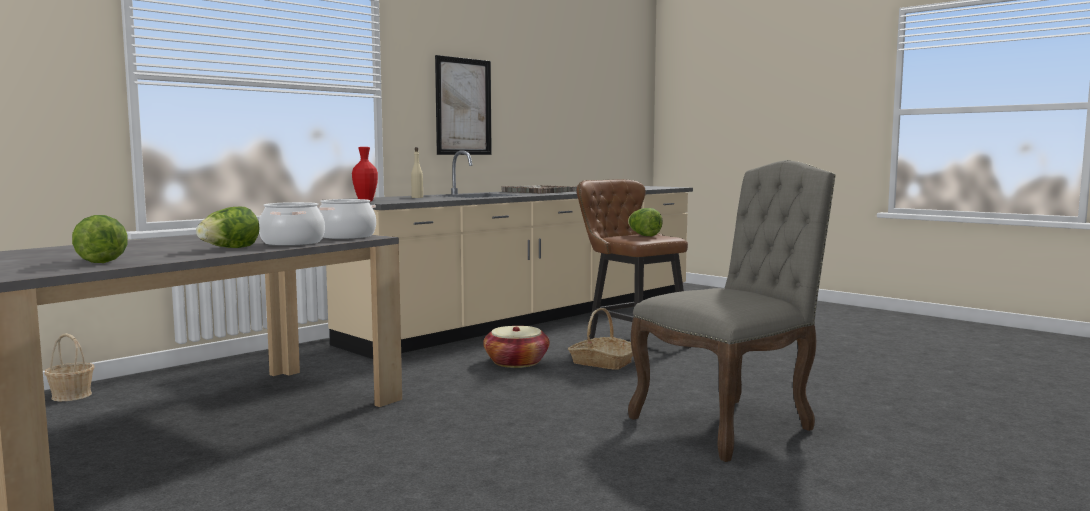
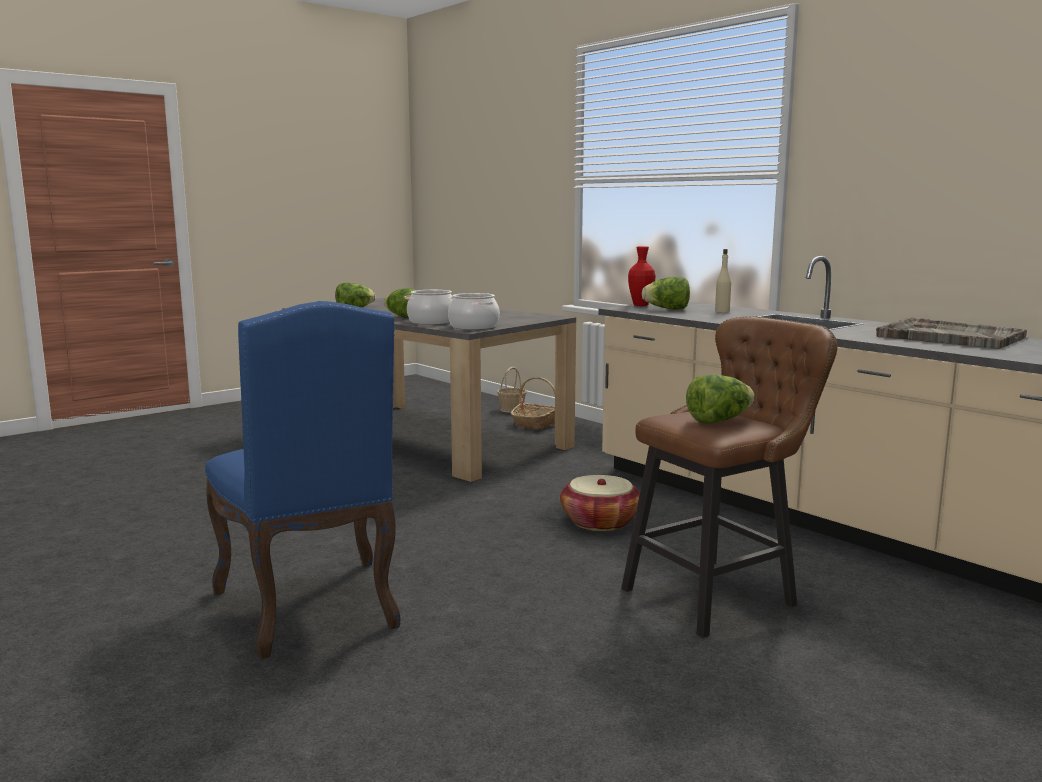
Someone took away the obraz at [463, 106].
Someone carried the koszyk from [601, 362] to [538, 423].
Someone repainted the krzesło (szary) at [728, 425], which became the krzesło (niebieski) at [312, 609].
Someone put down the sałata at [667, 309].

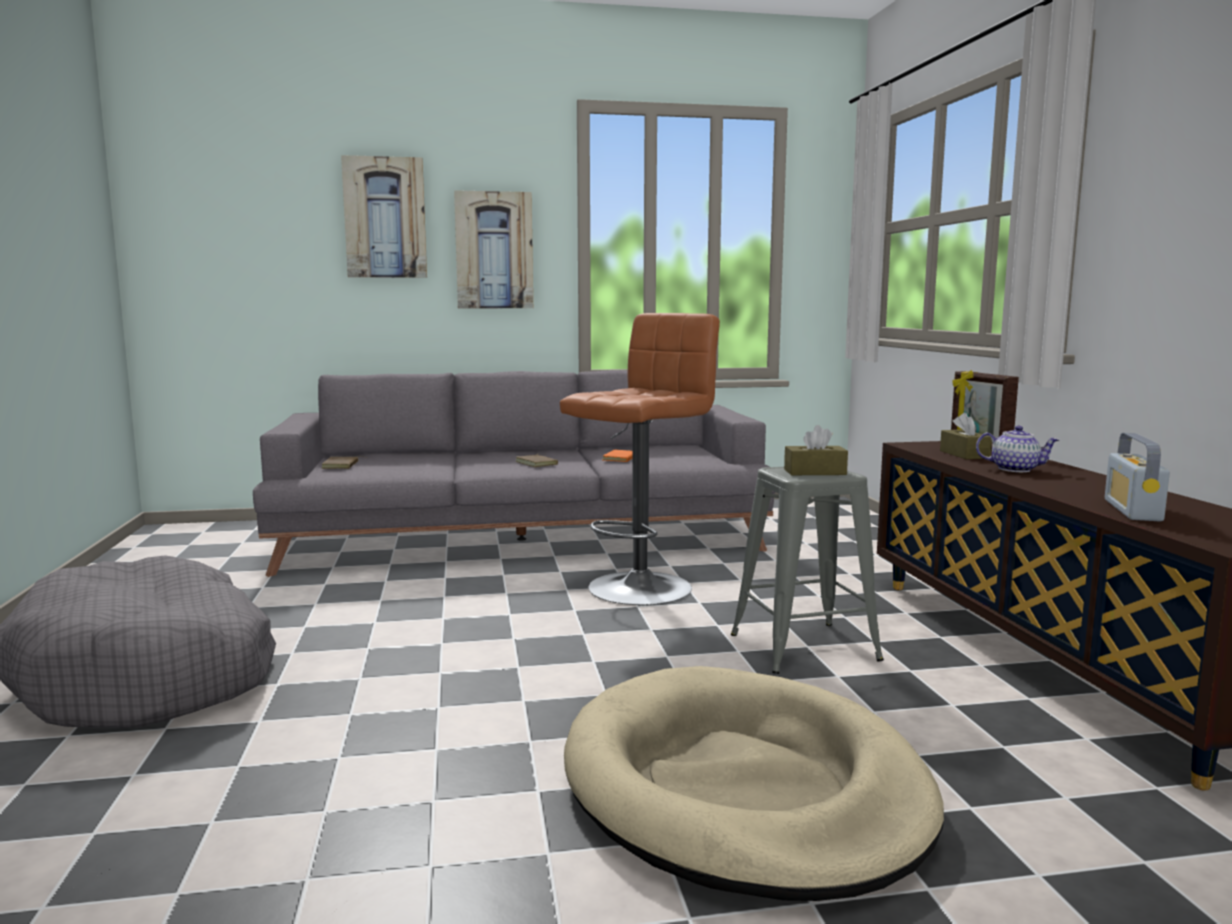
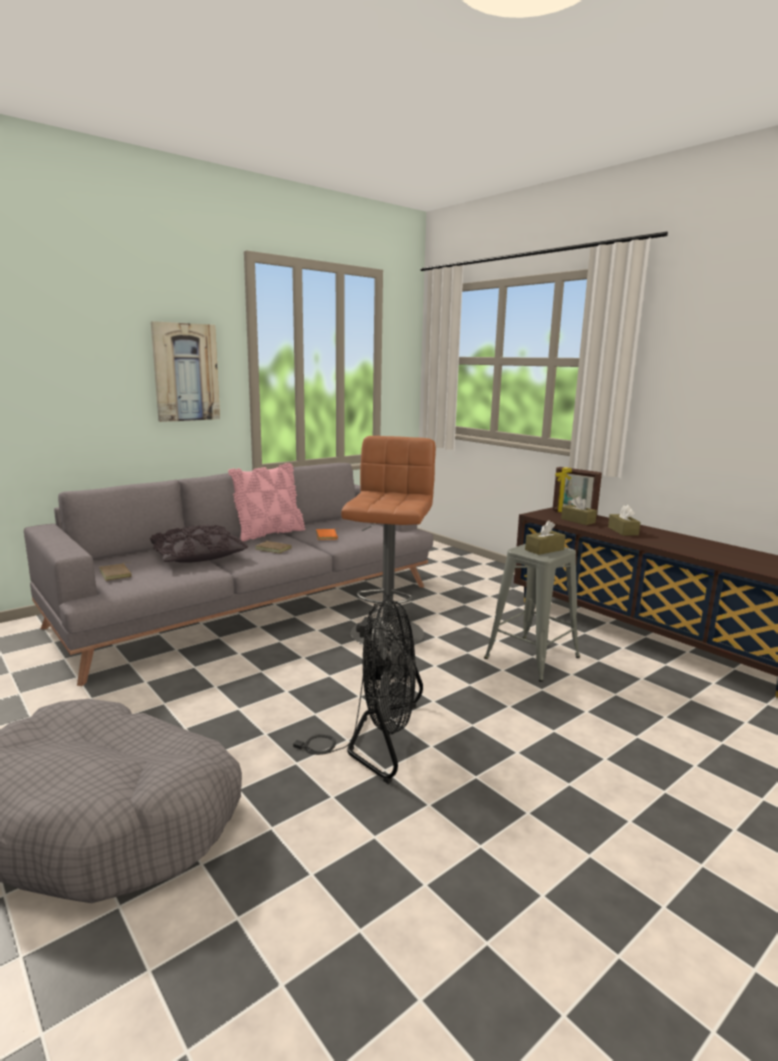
Someone took away the obraz at [385, 218].
Someone took away the legowisko (beżowy) at [743, 788].
Someone swapped the imbryk at [1015, 469] for the pudełko chusteczek (brązowy) at [623, 531].
Someone took away the radio at [1132, 510].
Someone put down the poduszka (czarny) at [196, 555].
Someone put down the poduszka (różowy) at [269, 534].
Someone put down the wentylator (czarny) at [374, 739].

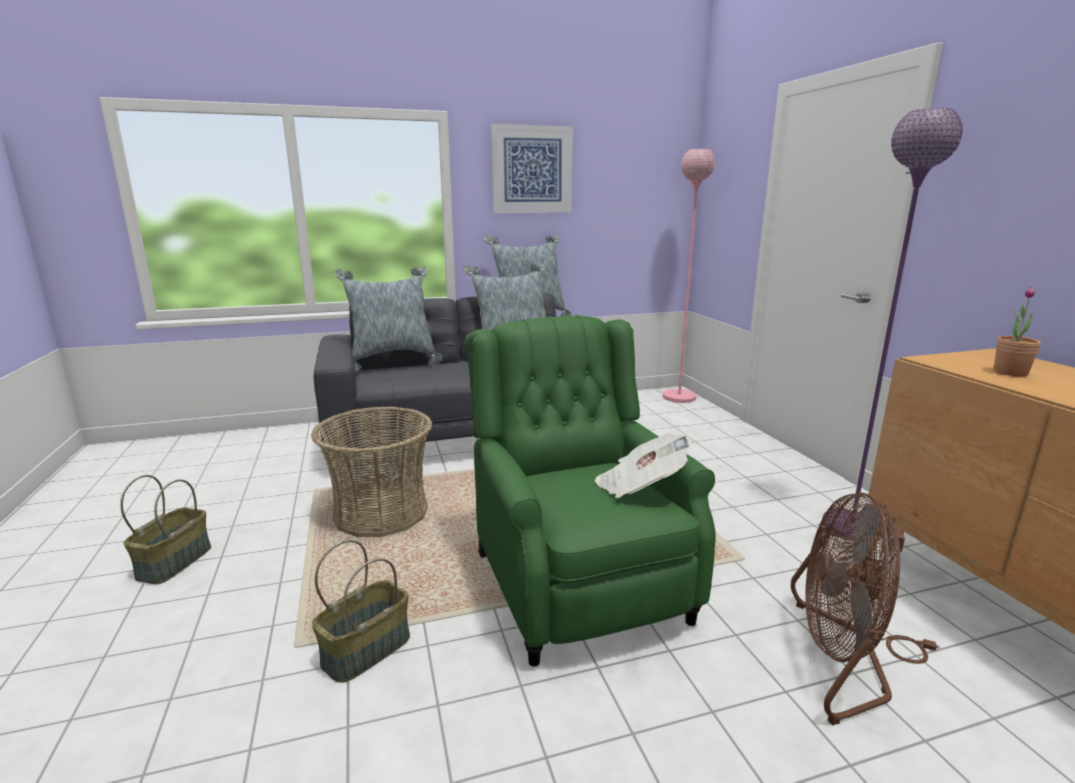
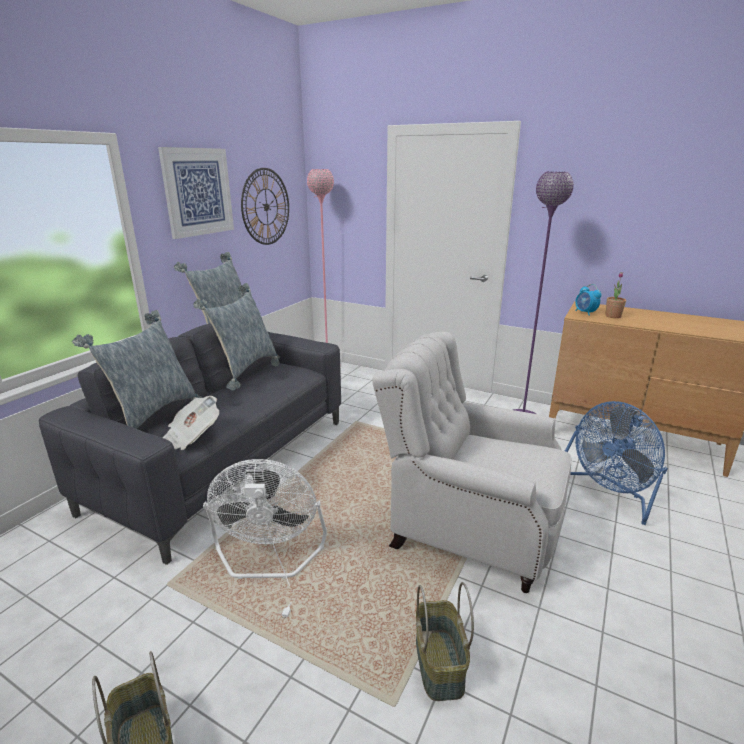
Someone swapped the koszyk at [381, 514] for the wentylator (biały) at [270, 565].
Someone repainted the fotel (zielony) at [577, 583], which became the fotel (biały) at [469, 528].
Someone carried the gazeta from [640, 486] to [191, 437].
Someone repainted the wentylator (brązowy) at [848, 658], which became the wentylator (niebieski) at [609, 490].
Someone put up the zegar ścienny at [266, 207].
Someone put down the budzik at [585, 313].

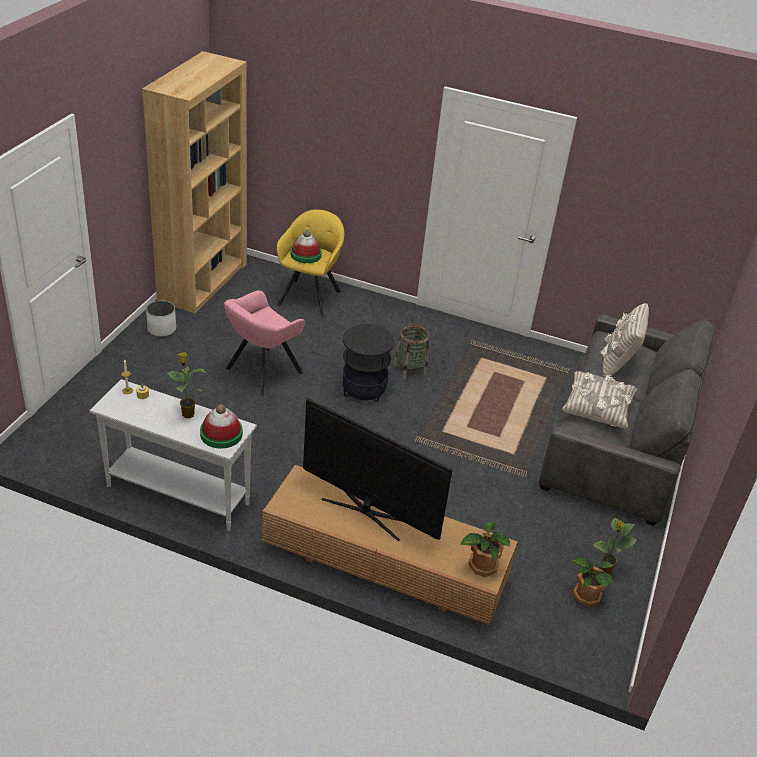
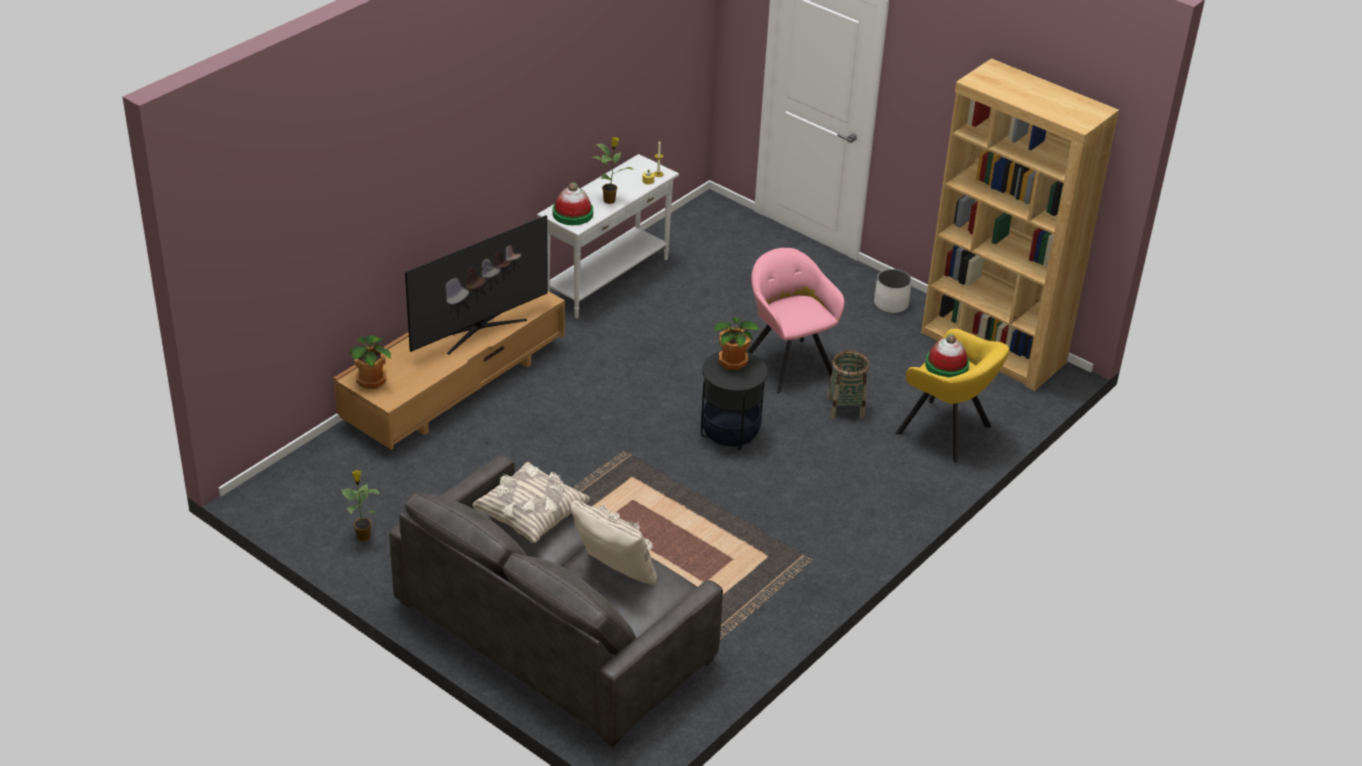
Someone carried the koszyk from [410, 370] to [845, 408].
Someone carried the roślina doniczkowa from [586, 595] to [734, 362].

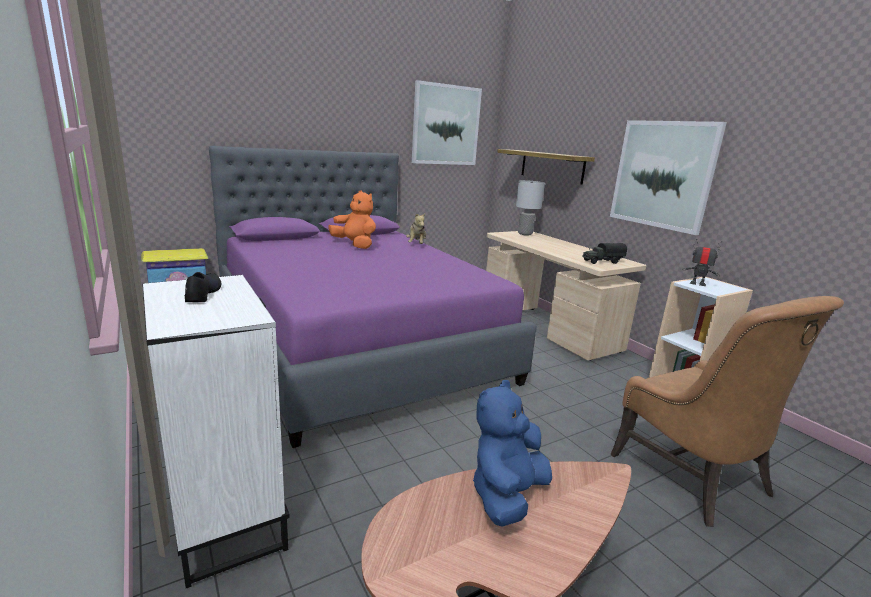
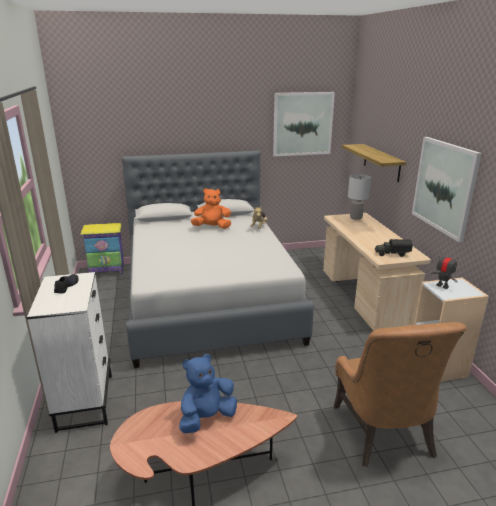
Someone repainted the łóżko (fioletowy) at [357, 343], which became the łóżko (szary) at [209, 298].
Someone rotated the pluszak (pomarańczowy) at [355, 245] by 60 degrees counterclockwise.

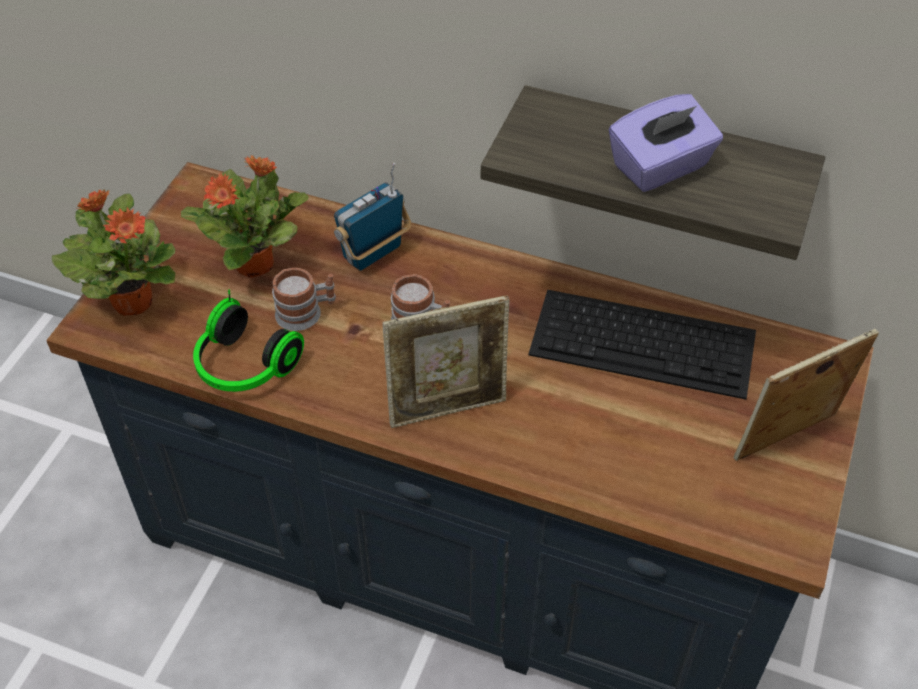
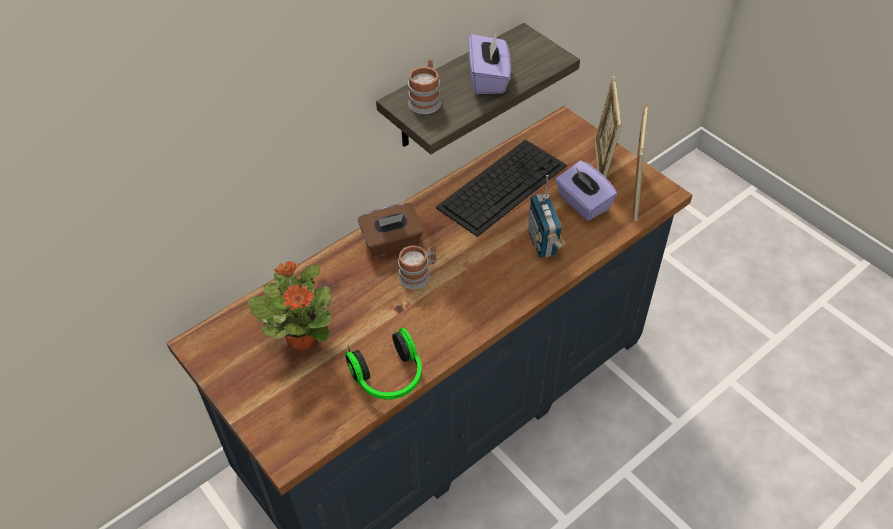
Someone took away the roślina doniczkowa at [132, 301].
Someone carried the kubek from [306, 313] to [426, 100].
Someone carried the radio from [373, 253] to [543, 243].
Someone carried the ramka na zdjęcie from [448, 408] to [634, 195].
Someone put down the pudełko chusteczek (brązowy) at [392, 243].
Someone put down the pudełko chusteczek (fioletowy) at [583, 203].

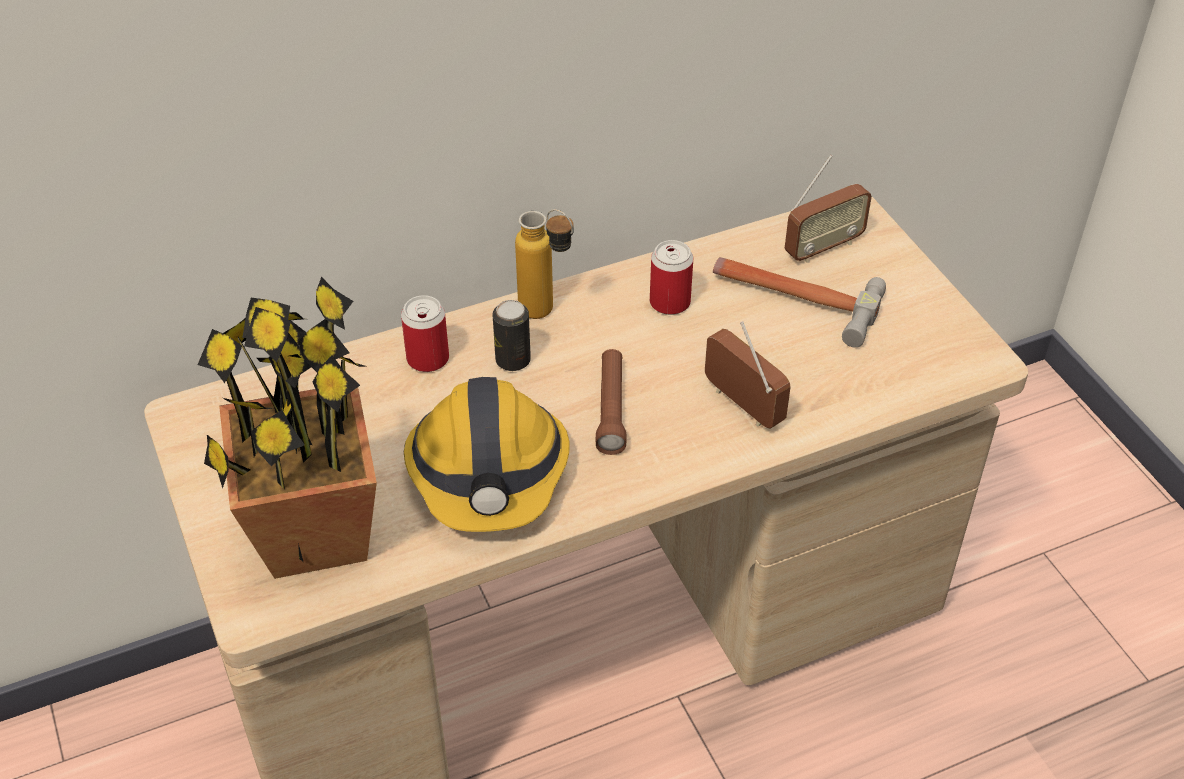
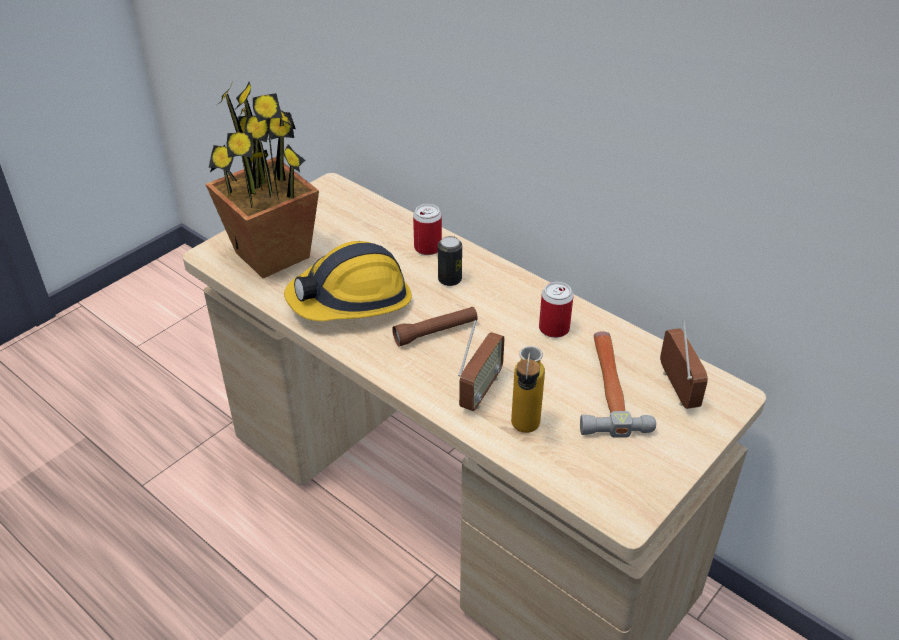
Someone carried the butelka from [547, 314] to [524, 432].
Someone rotated the radio at [823, 248] by 135 degrees counterclockwise.

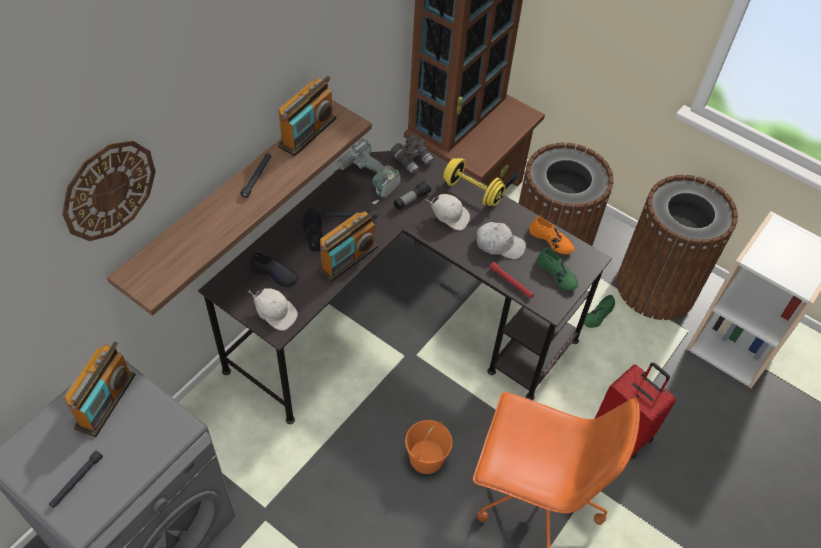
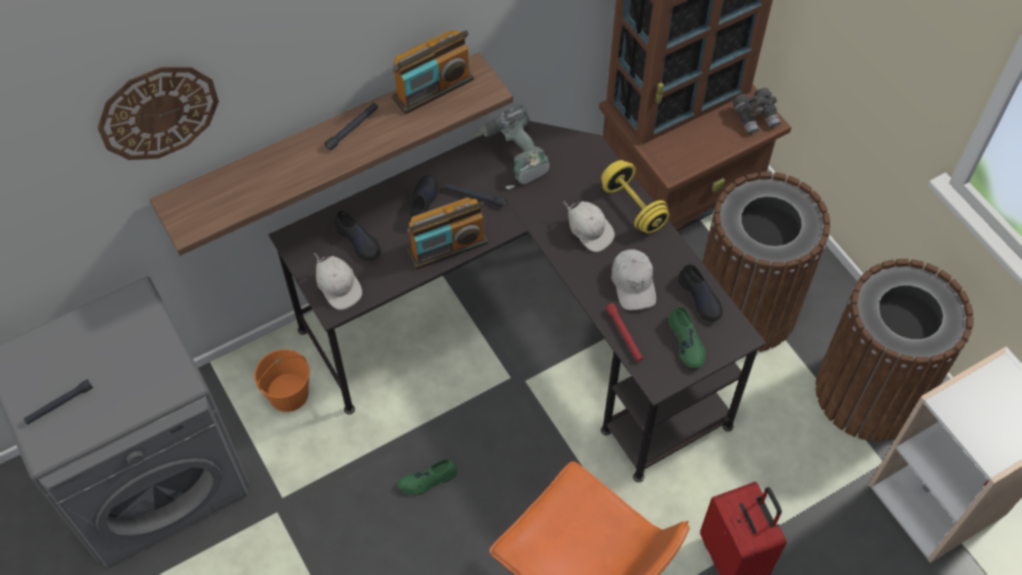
Someone took away the radio at [106, 401].
Someone carried the lornetka (szary) from [412, 160] to [755, 117].
Someone took away the latarka at [411, 200].
Someone carried the wiadro (pomarańczowy) from [426, 457] to [289, 393].
Someone rotated the czapka z daszkiem (biały) at [499, 244] by 45 degrees clockwise.
Someone repainted the but (pomarańczowy) at [551, 240], which became the but (czarny) at [700, 297].
Someone carried the but (zielony) from [597, 315] to [428, 480].

